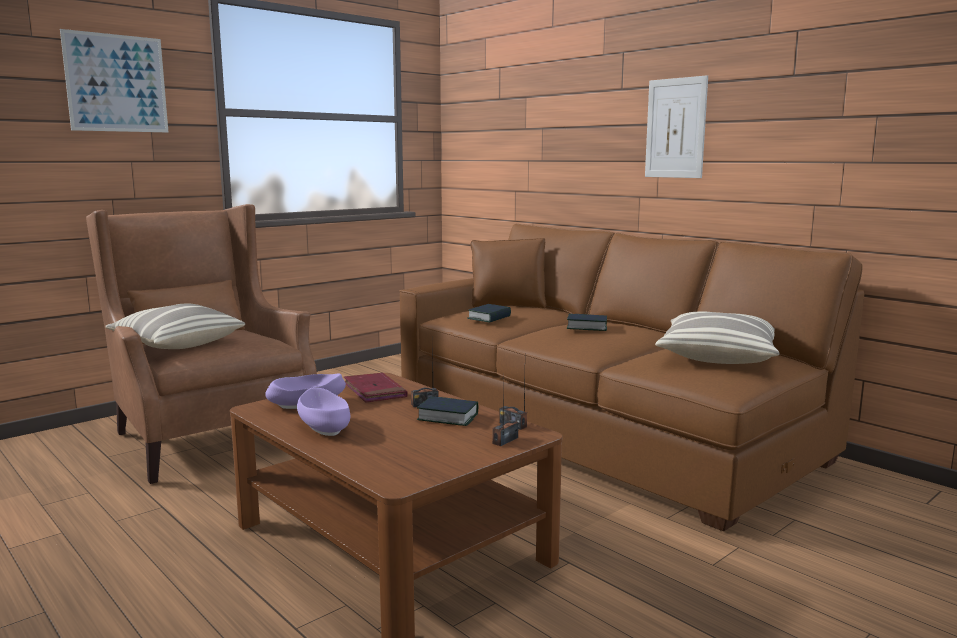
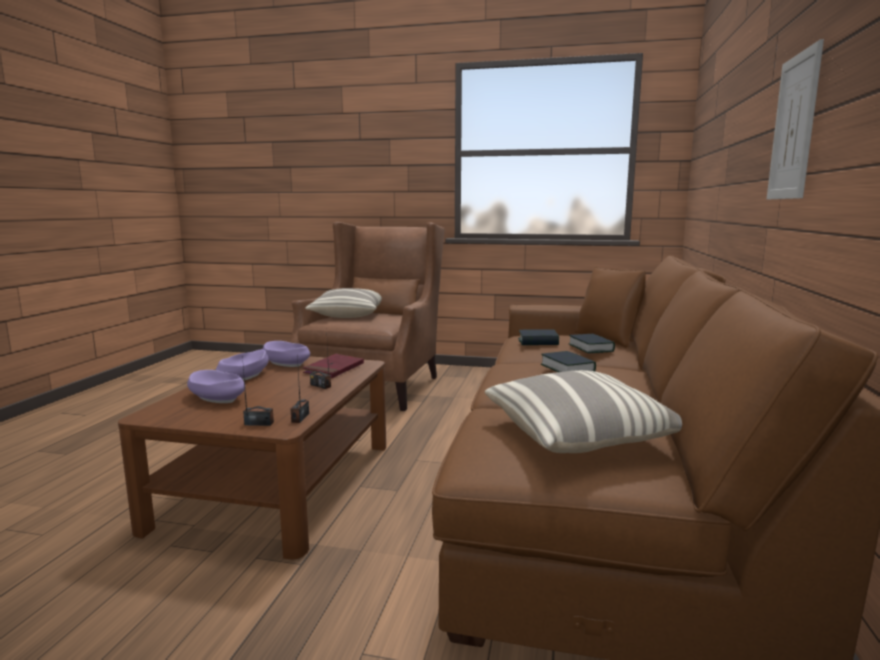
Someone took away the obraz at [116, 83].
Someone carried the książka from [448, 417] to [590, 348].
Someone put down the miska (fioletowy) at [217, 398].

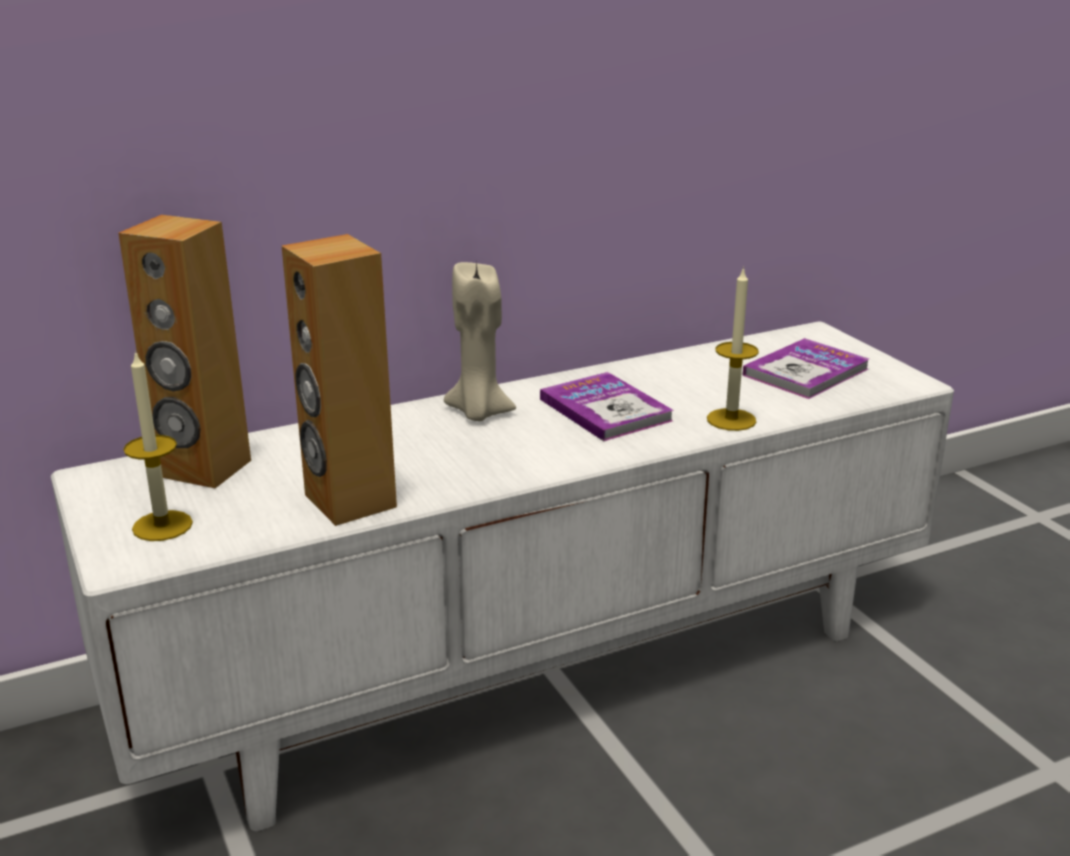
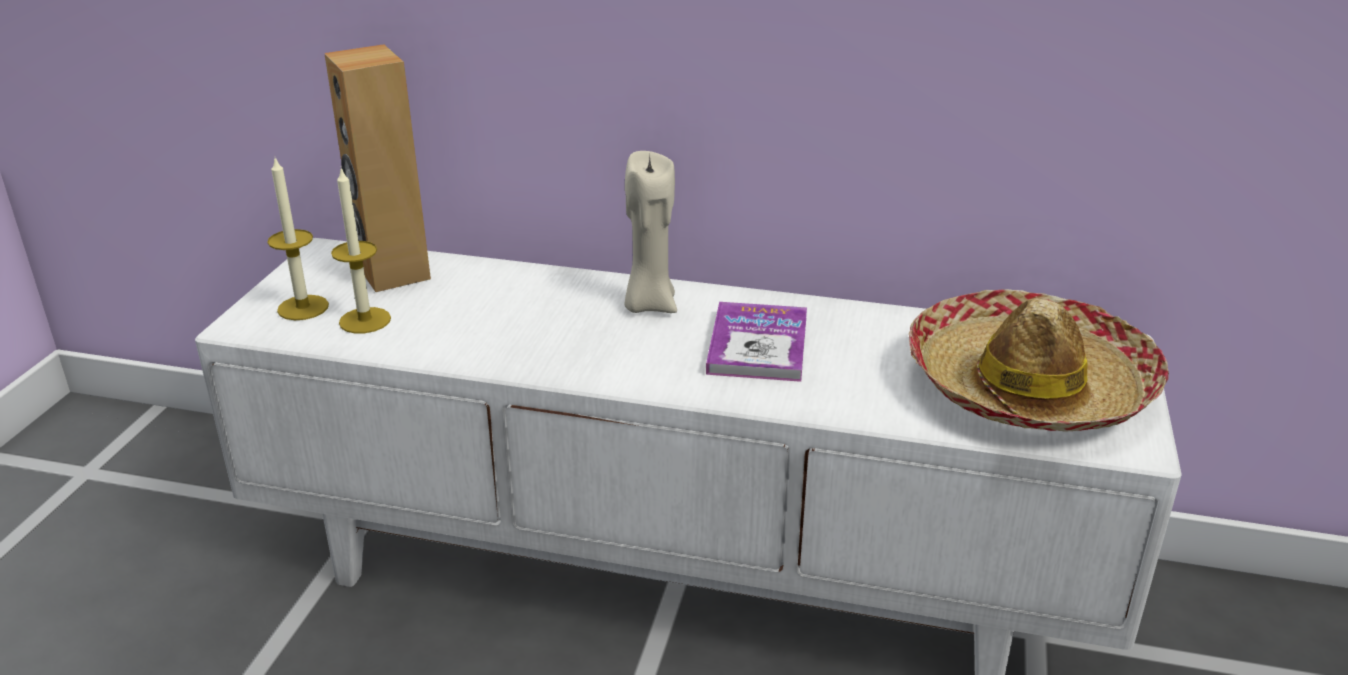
Someone took away the głośnik (brązowy) at [349, 501].
Someone carried the świeca from [731, 419] to [365, 320].
Someone swapped the książka at [806, 372] for the kapelusz at [1027, 385].

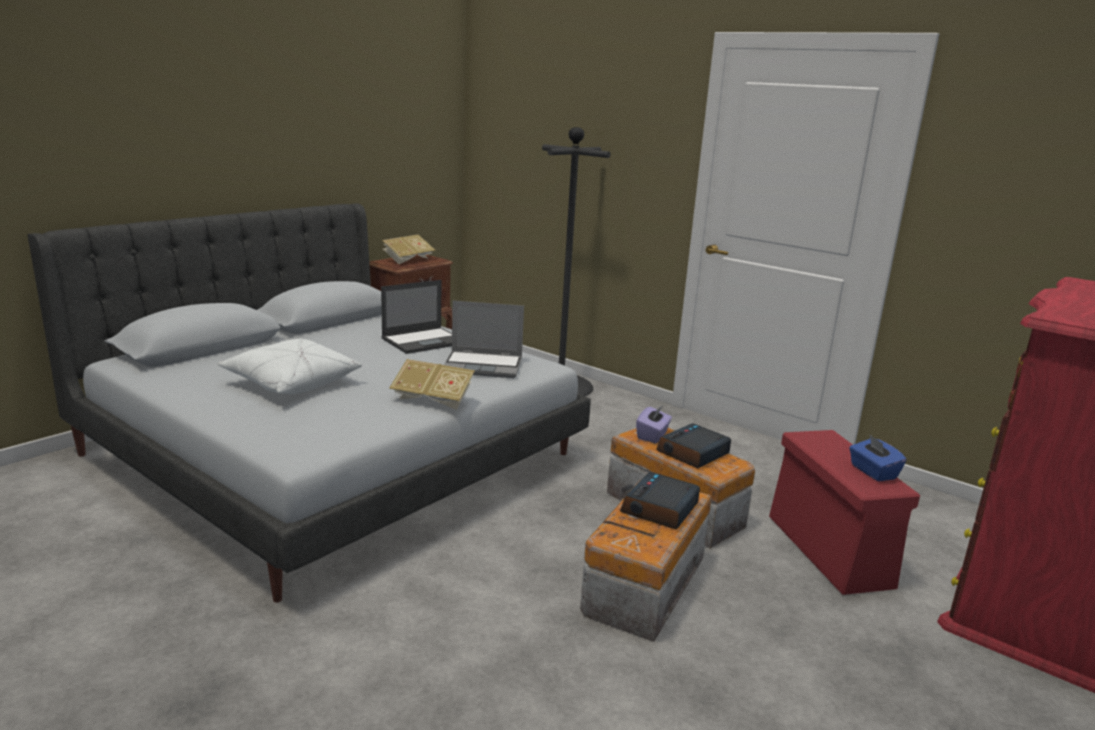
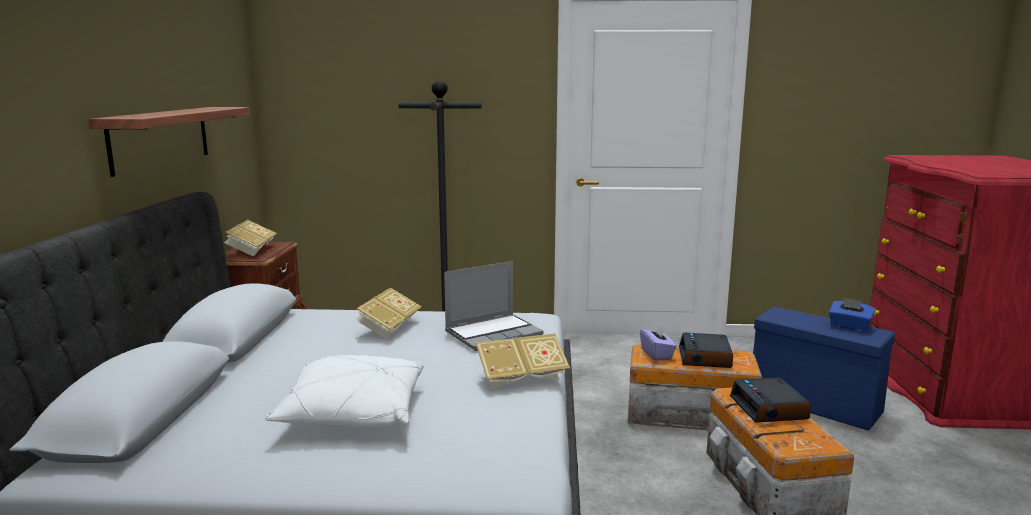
Someone swapped the laptop at [424, 341] for the książka at [389, 328].
Someone repainted the pojemnik do przechowywania (czerwony) at [830, 552], which became the pojemnik do przechowywania (niebieski) at [816, 404].
Someone put up the półka at [161, 138].

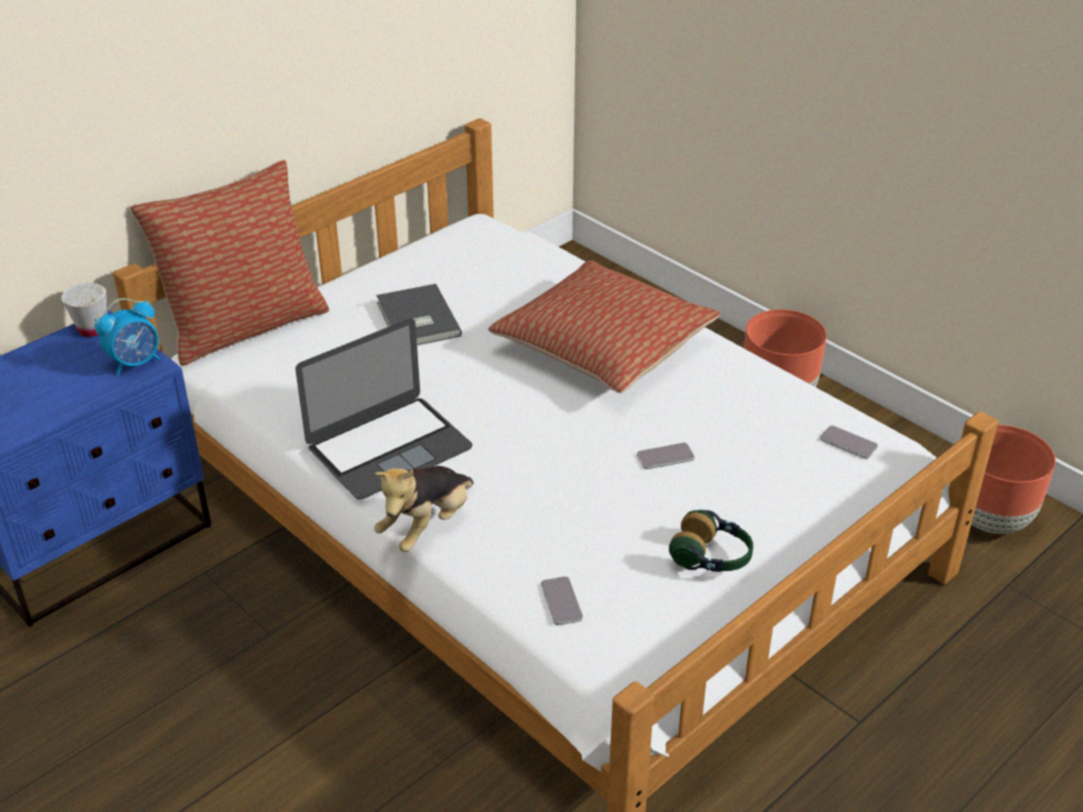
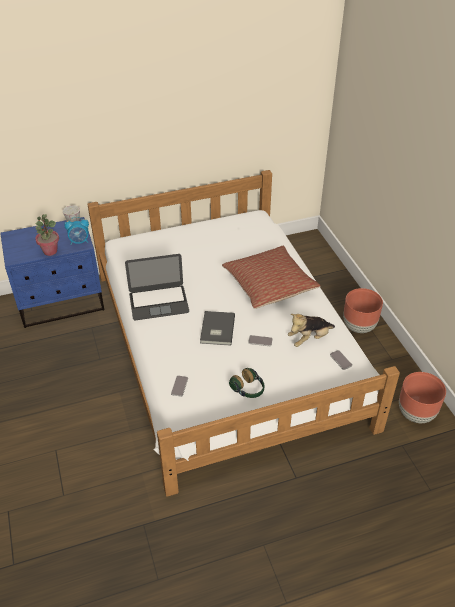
Someone took away the poduszka at [244, 325].
Someone carried the pluszak from [427, 526] to [309, 339].
Someone carried the książka (szary) from [416, 320] to [216, 329].
Someone put down the roślina doniczkowa at [50, 251].

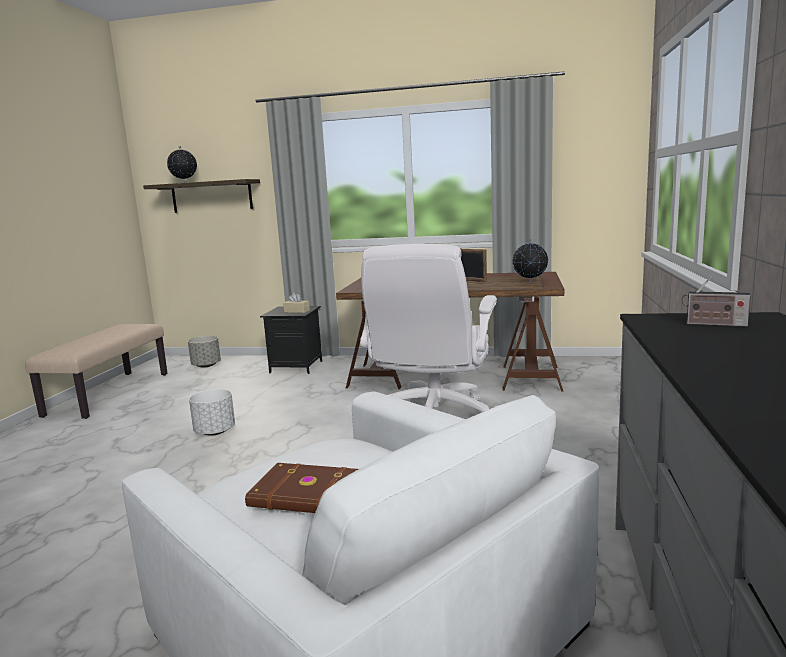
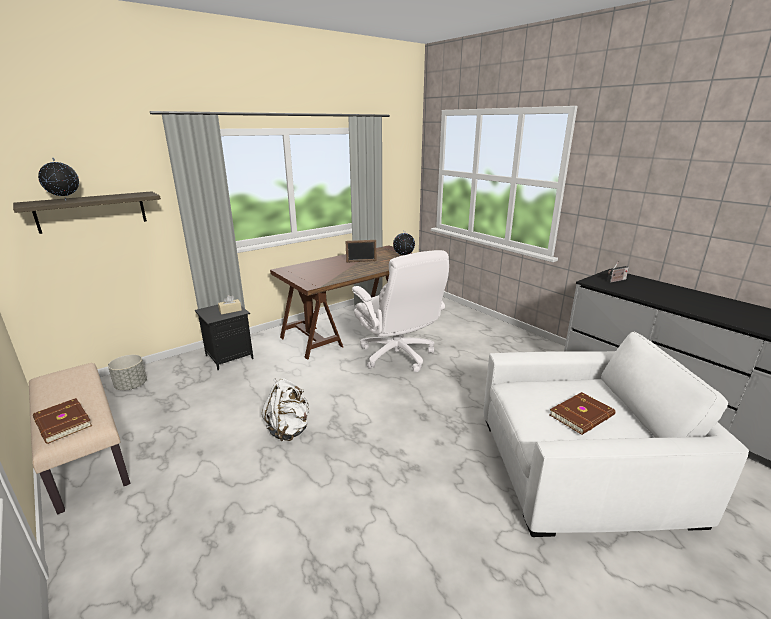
Someone swapped the donica (biały) at [215, 431] for the plecak (biały) at [289, 430].
Someone put down the książka (brązowy) at [61, 423].

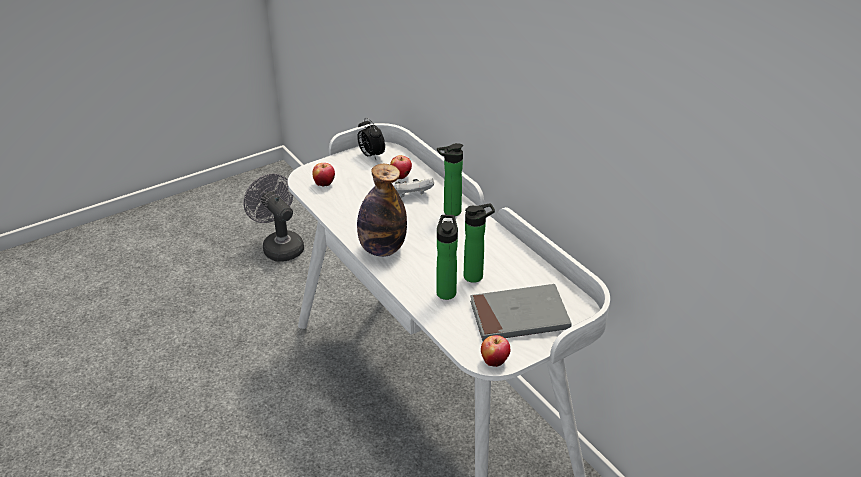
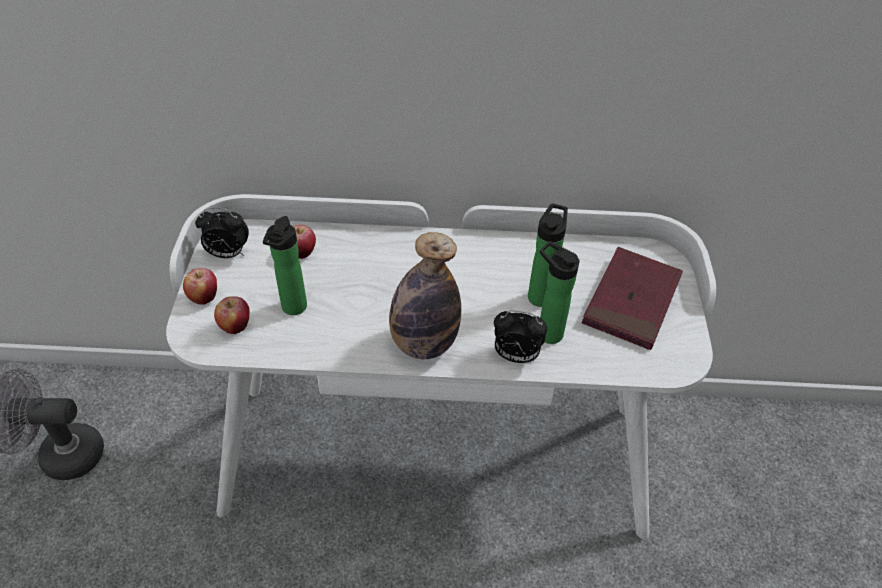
Someone took away the pad do gier (biały) at [412, 196].
Someone carried the butelka from [449, 212] to [292, 309].
Someone repainted the książka (szary) at [519, 316], which became the książka (czerwony) at [631, 301].
Someone carried the jabłko from [494, 361] to [204, 298].
Someone put down the budzik at [515, 356].

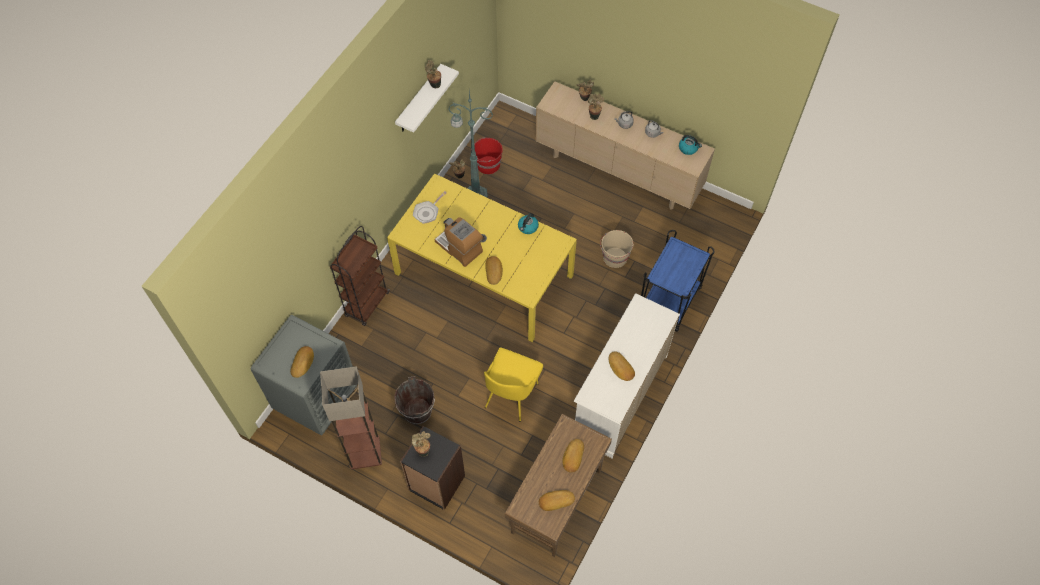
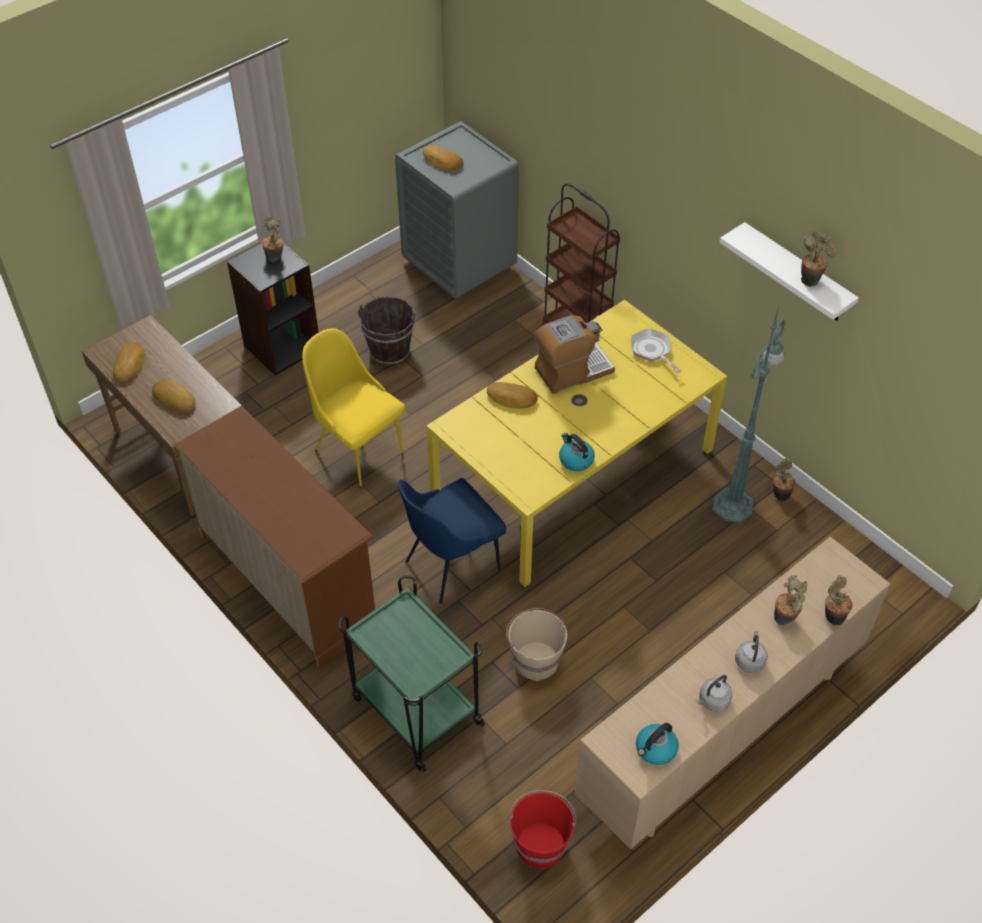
Someone took away the lampa stojąca at [364, 452].
Someone carried the wiadro (czerwony) from [487, 165] to [540, 844].
Someone repainted the szafka (biały) at [619, 396], which became the szafka (brązowy) at [288, 577].
Someone took away the chleb at [620, 368].
Someone repainted the wózek (niebieski) at [668, 301], which became the wózek (zielony) at [416, 709].
Someone put down the krzesło (niebieski) at [452, 566].

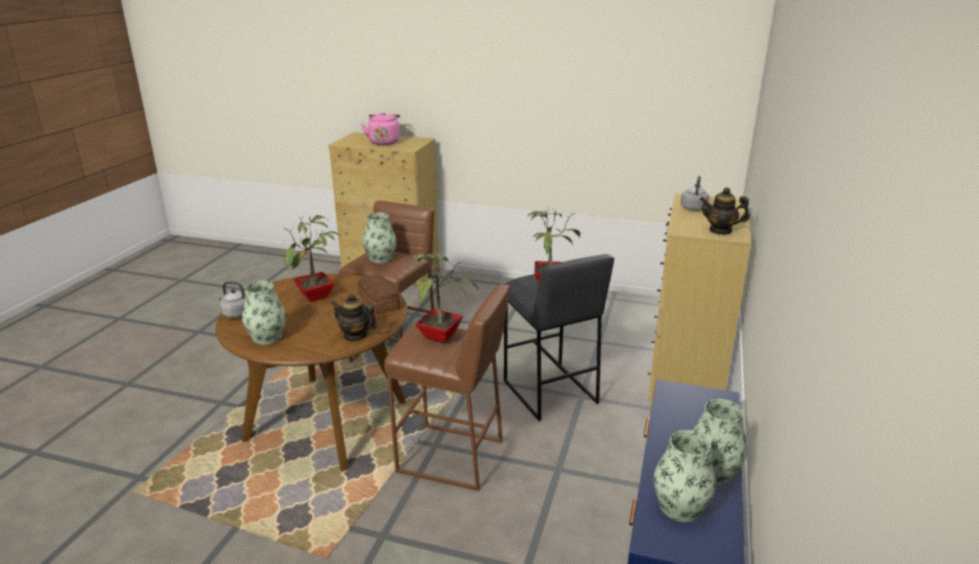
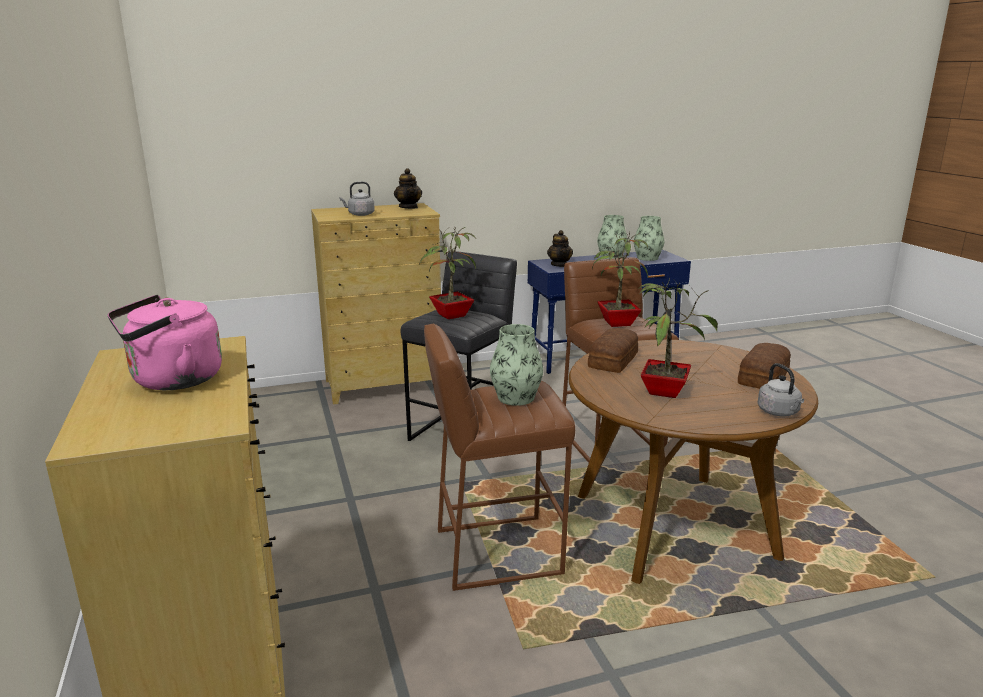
Someone swapped the wazon at [267, 337] for the chleb at [764, 377].
Someone carried the imbryk from [355, 336] to [559, 265].

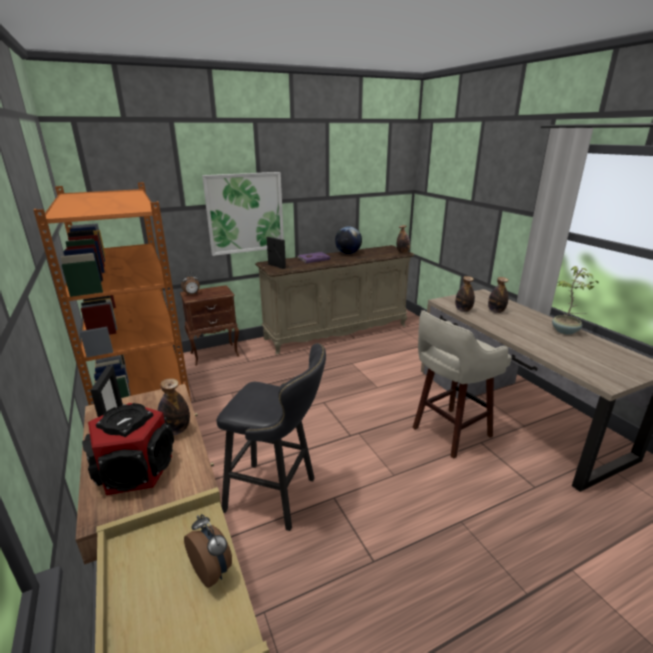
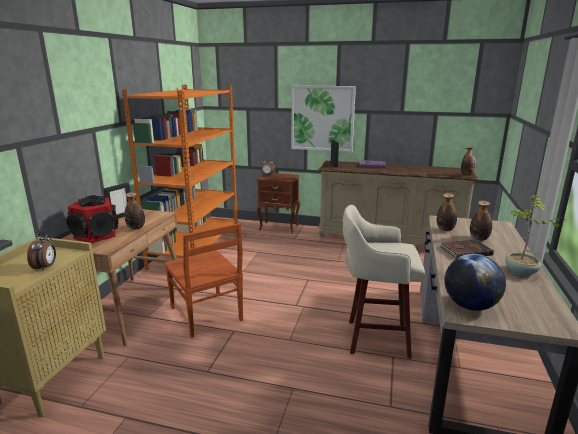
Someone swapped the stołek (czarny) at [280, 497] for the krzesło (brązowy) at [206, 315].
Someone carried the globus from [348, 253] to [470, 306].
Someone put down the książka (brązowy) at [464, 251].

